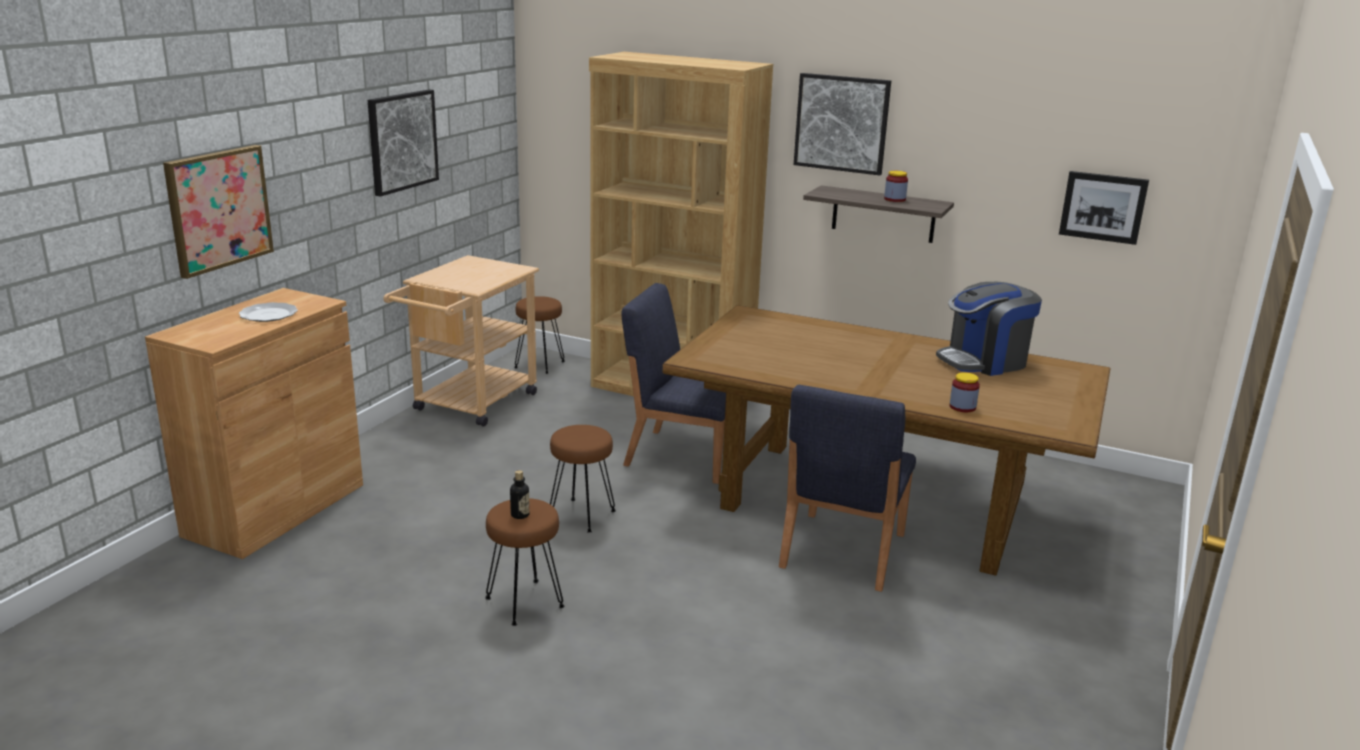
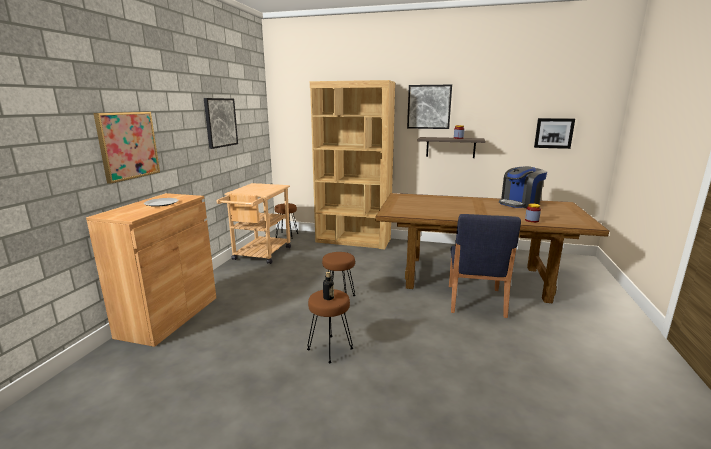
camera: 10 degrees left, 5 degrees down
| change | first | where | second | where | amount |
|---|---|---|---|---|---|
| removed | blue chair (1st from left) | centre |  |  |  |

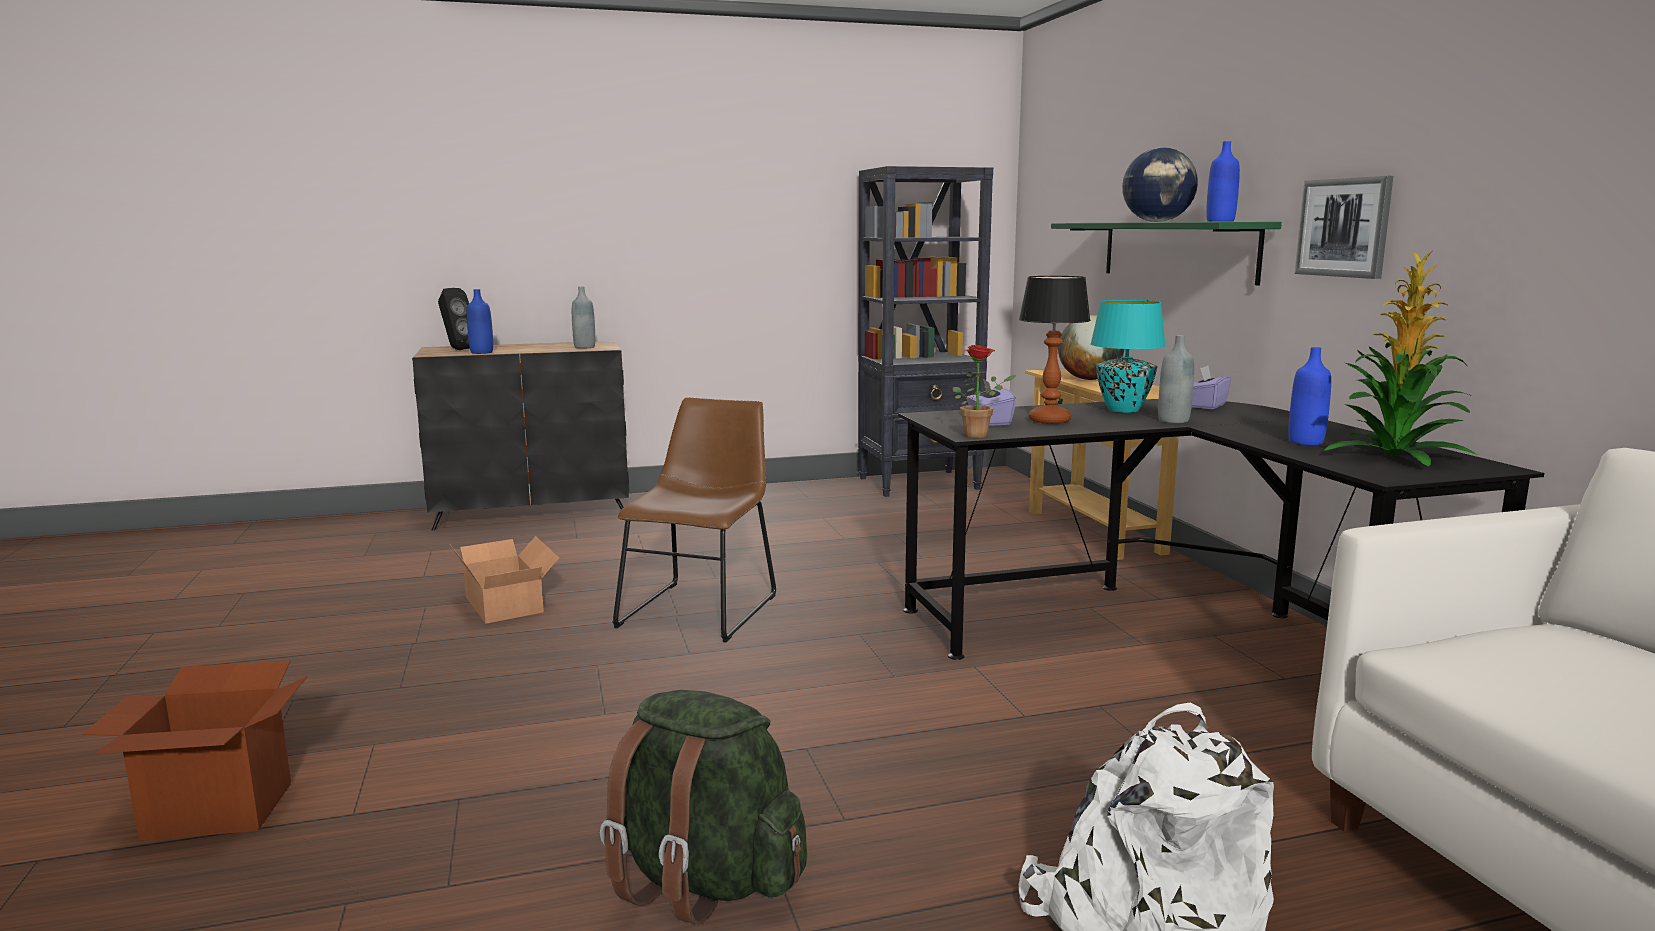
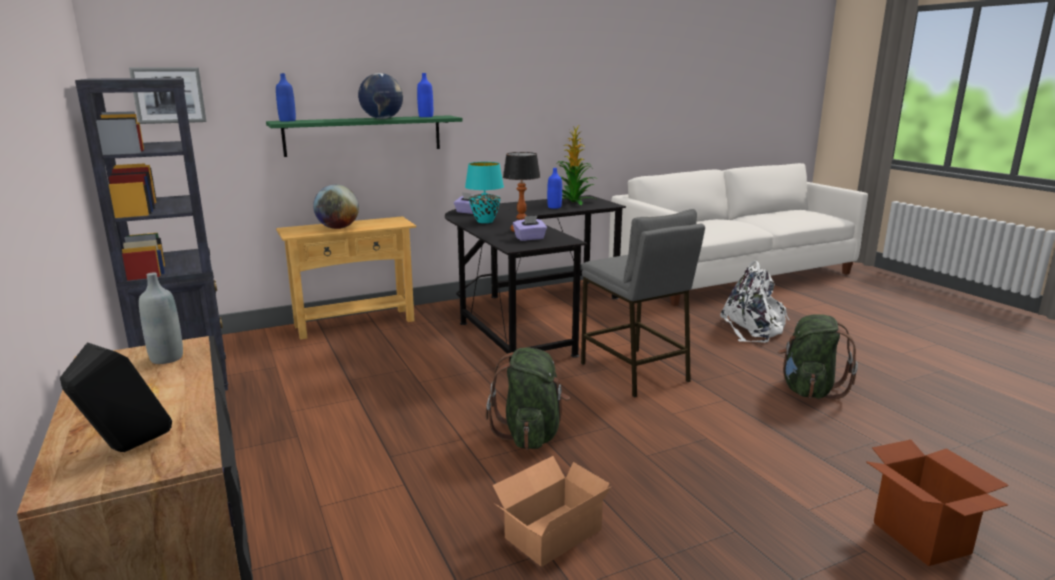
camera: 100 degrees left, 5 degrees up
| change | first | where | second | where | amount |
|---|---|---|---|---|---|
| moved | picture | top right |  | top left |  |
| moved | blue bottle (1st from left) | middle left |  | top left |  |
| removed | grey bottle (2nd from left) | middle right |  |  |  |
| removed | potted plant (1st from left) | centre |  |  |  |
| replaced | brown chair | centre | green backpack (1st from left) | bottom centre |  |
| added |  |  | grey stool | centre |  |

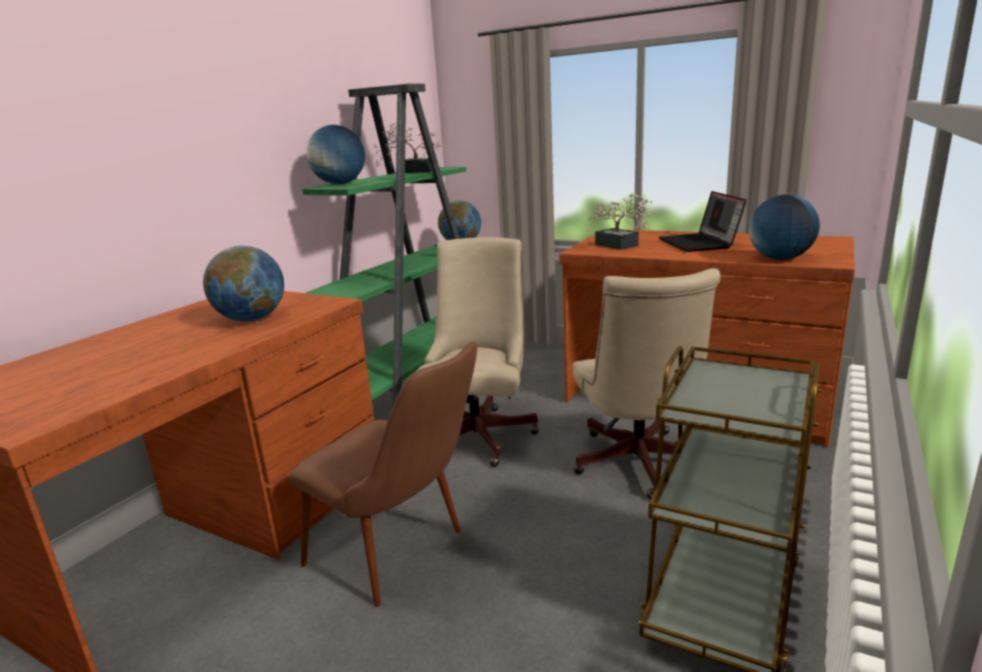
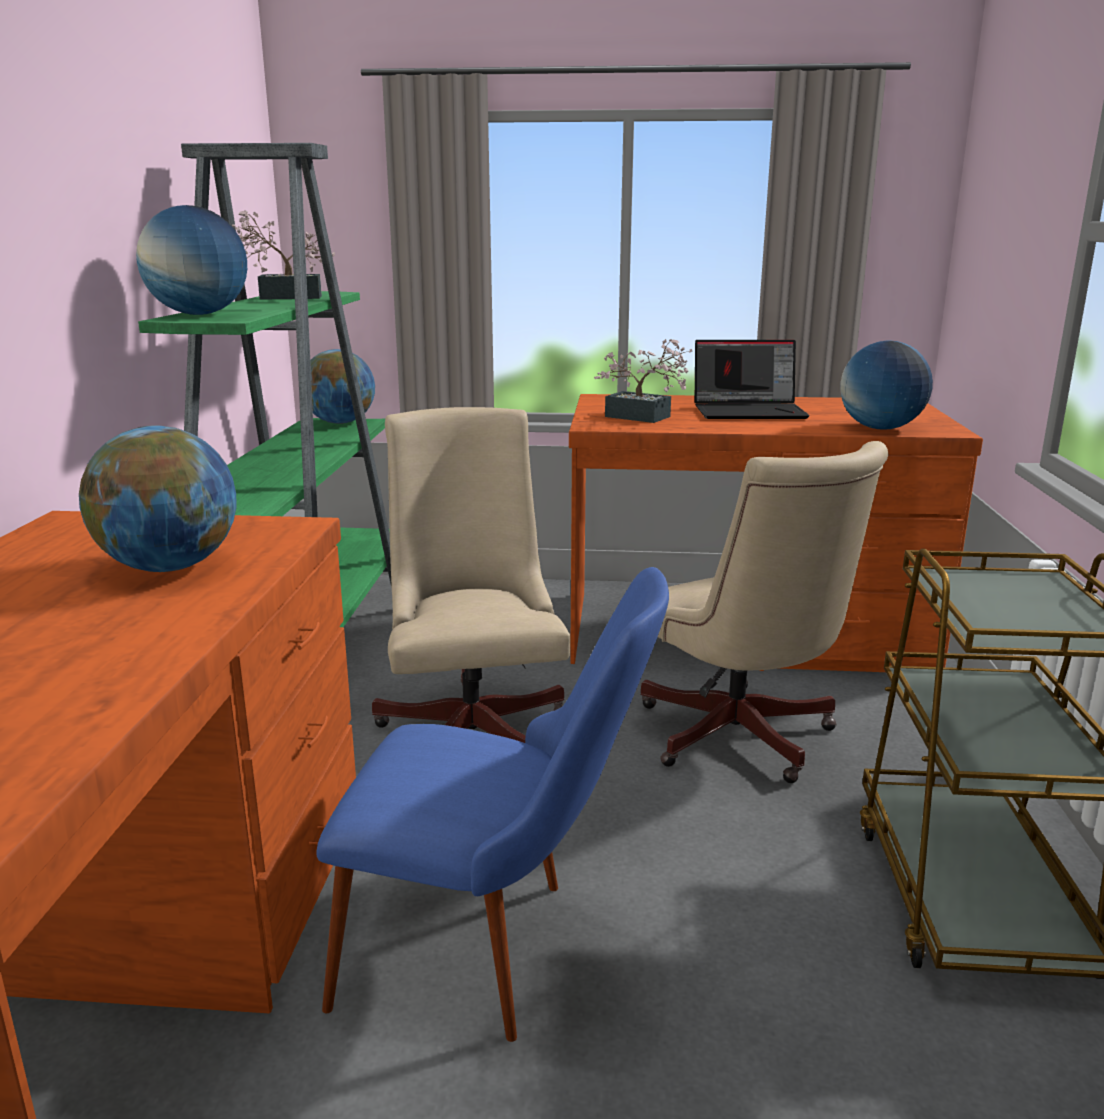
camera: 25 degrees left, 0 degrees up
| change | first | where | second | where | amount |
|---|---|---|---|---|---|
| turned | laptop | top right |  | middle right | 60 degrees counterclockwise |
| recoloured | brown chair | bottom centre | blue chair | bottom centre |  |

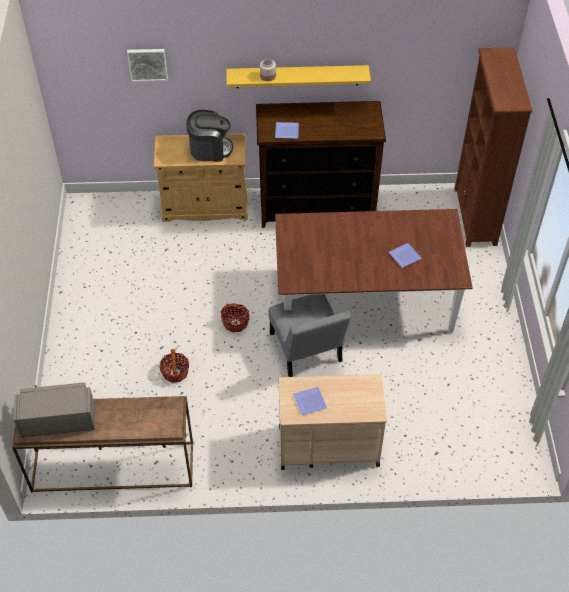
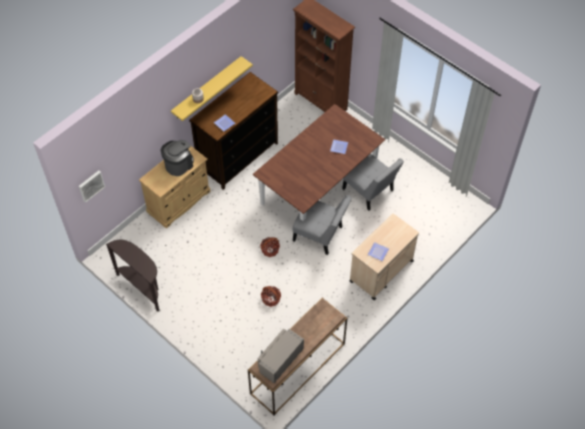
camera: 45 degrees left, 5 degrees up
| change | first | where | second | where | amount |
|---|---|---|---|---|---|
| moved | picture | top left |  | middle left |  |
| added |  |  | grey chair (2nd from left) | centre |  |
| added |  |  | brown console table (1st from left) | middle left |  |

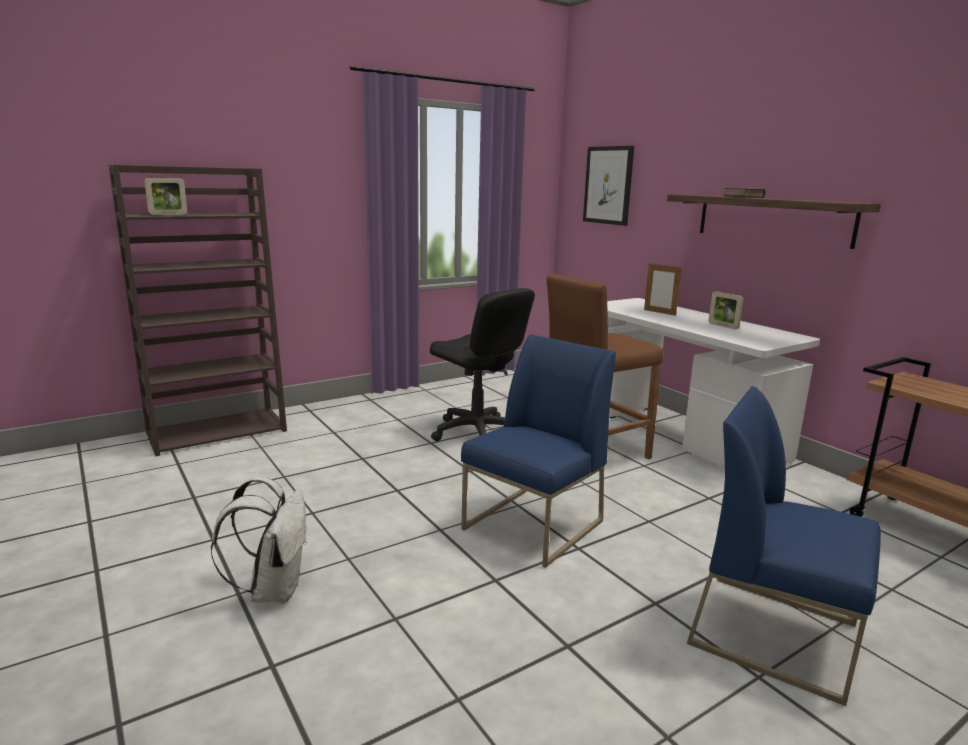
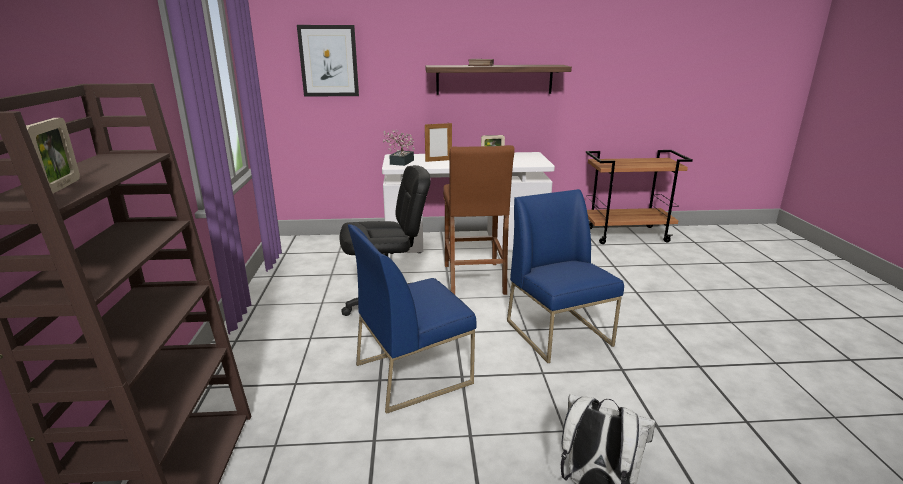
camera: 60 degrees left, 5 degrees up
| change | first | where | second | where | amount |
|---|---|---|---|---|---|
| moved | blue chair (2nd from left in the first image) | bottom right | blue chair (1st from left) | centre |  |
| added |  |  | potted plant | top centre |  |

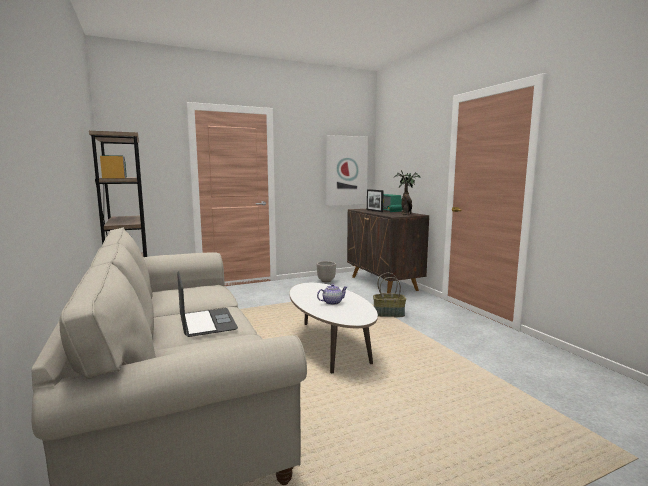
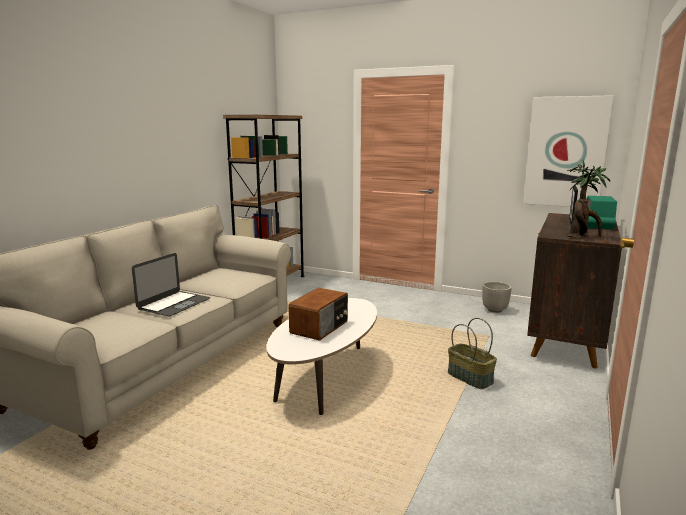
camera: 50 degrees right, 5 degrees up
| change | first | where | second | where | amount |
|---|---|---|---|---|---|
| replaced | teapot | centre | radio (1st from left) | centre |  |

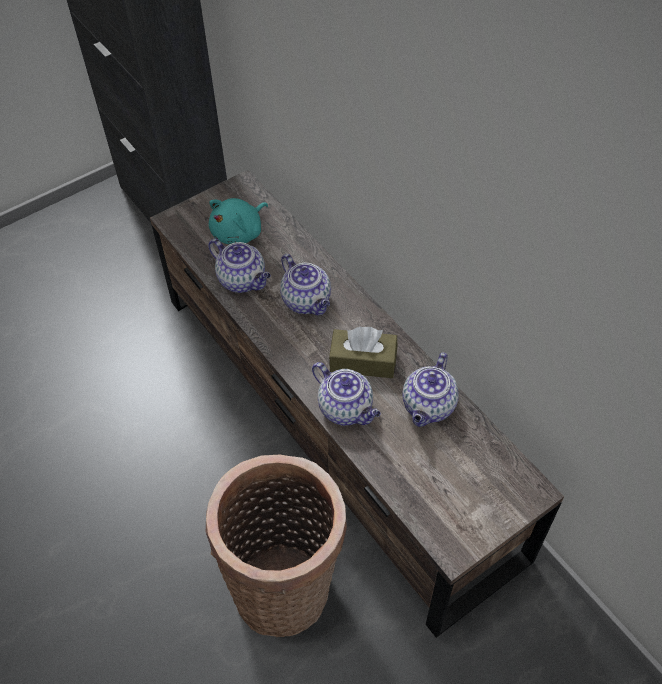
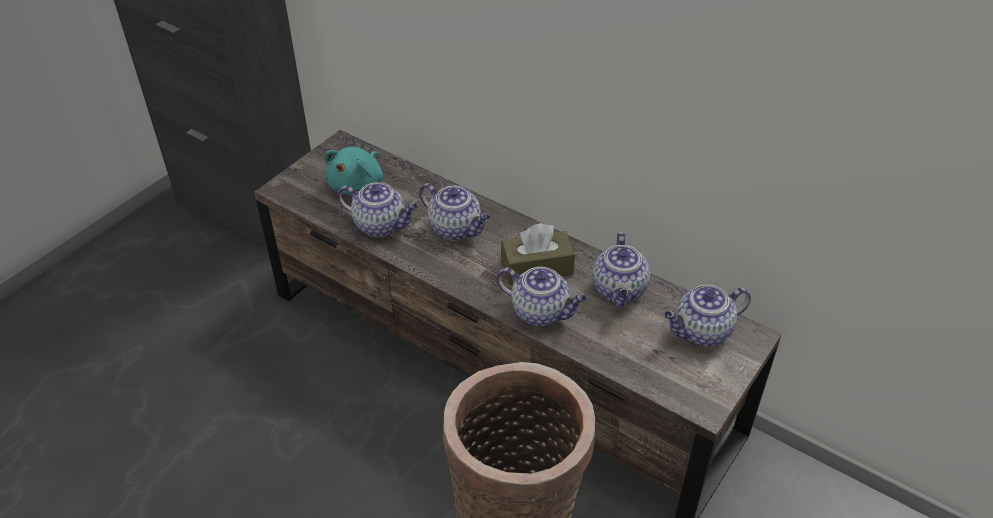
camera: 20 degrees left, 10 degrees down
| change | first | where | second | where | amount |
|---|---|---|---|---|---|
| added |  |  | teapot (5th from left) | middle right |  |

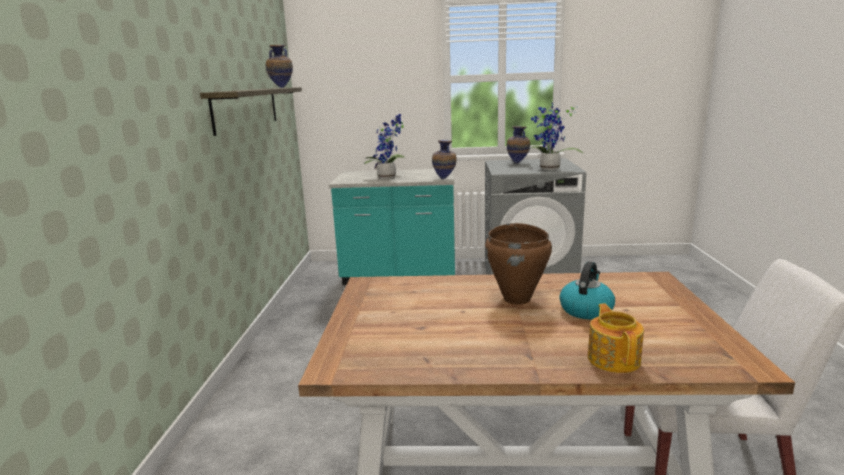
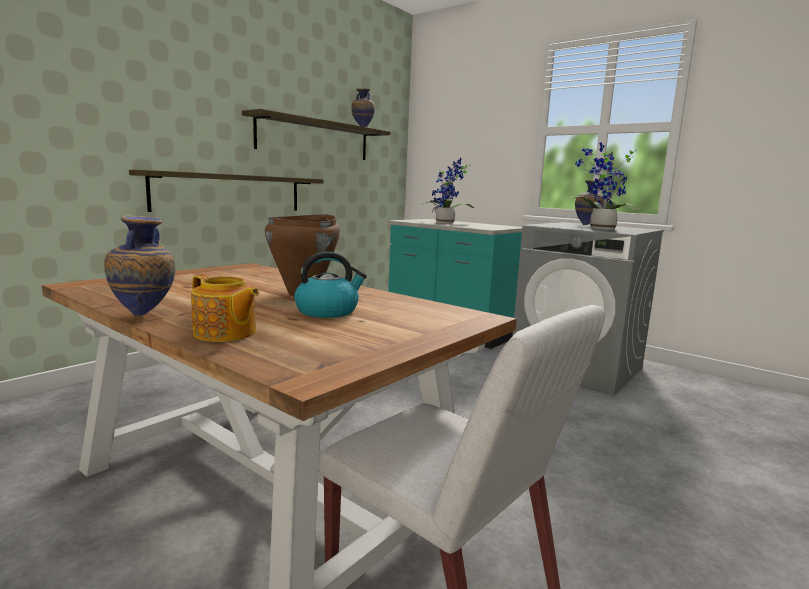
camera: 35 degrees right, 5 degrees down
| change | first | where | second | where | amount |
|---|---|---|---|---|---|
| moved | vase (2nd from left in the first image) | centre | vase (1st from left) | middle left |  |
| turned | teapot | bottom right |  | middle left | 90 degrees clockwise |
| added |  |  | shelf (1st from left) | top left |  |

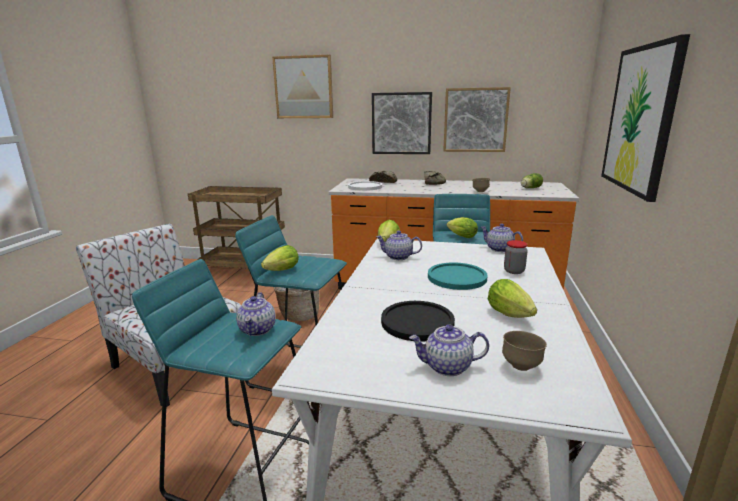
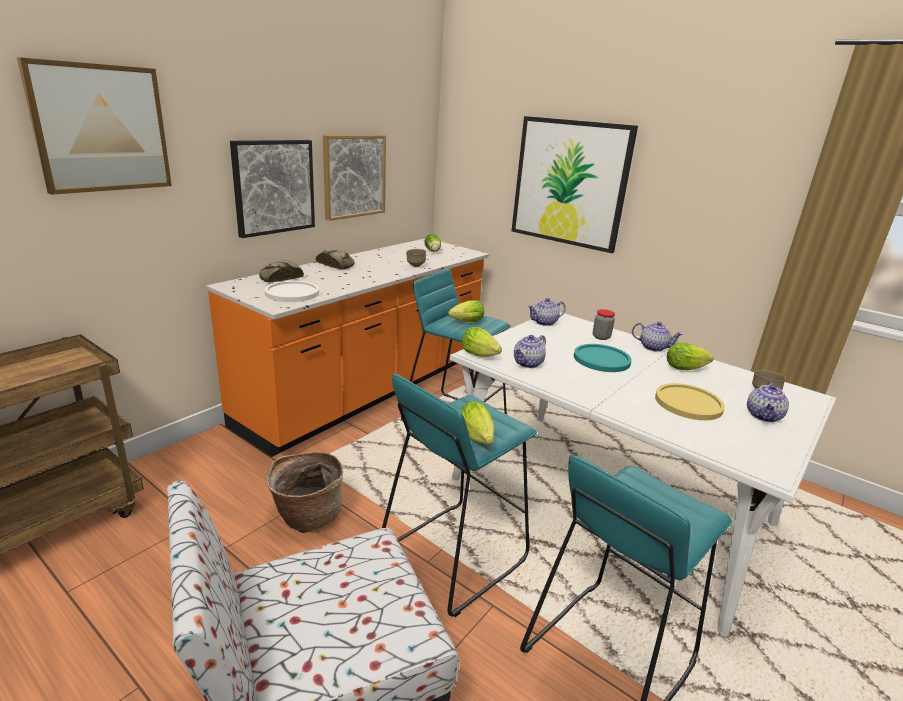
camera: 65 degrees left, 5 degrees up
| change | first | where | second | where | amount |
|---|---|---|---|---|---|
| moved | teapot (1st from left in the first image) | centre | teapot (3rd from left) | middle right |  |
| recoloured | black plate | centre | yellow plate | middle right |  |

